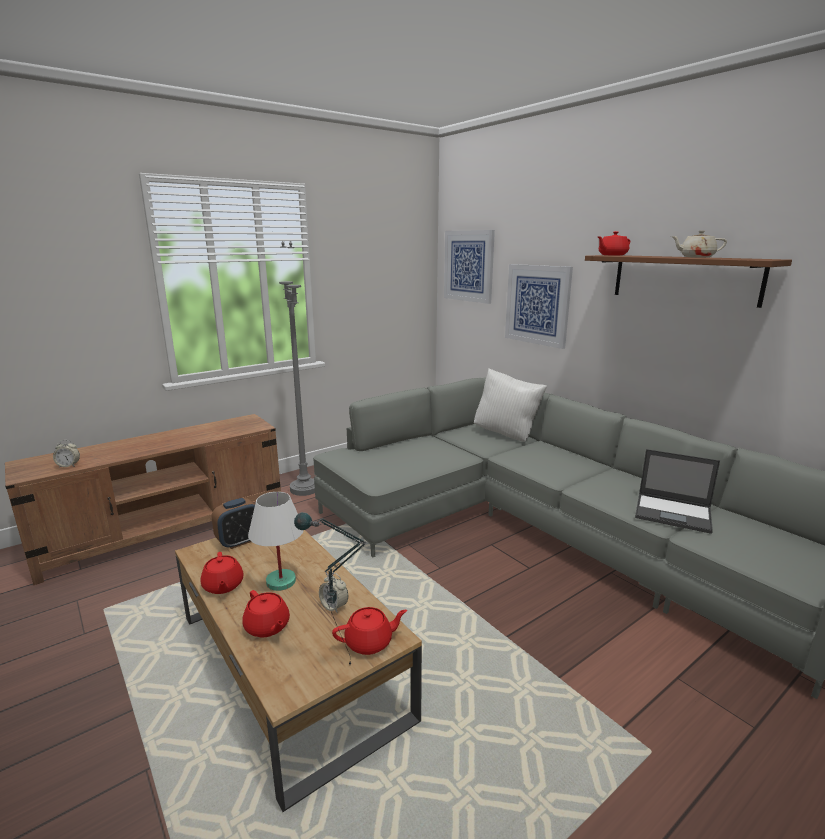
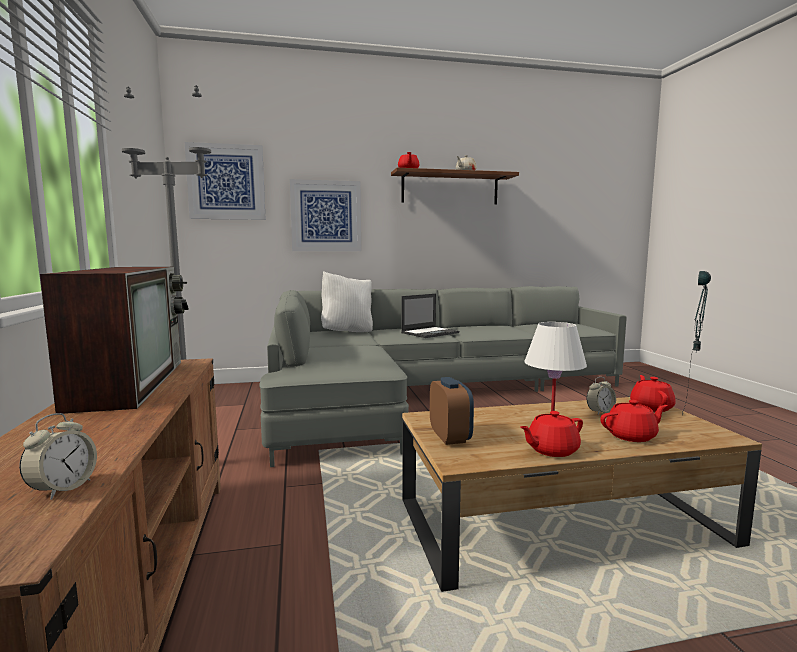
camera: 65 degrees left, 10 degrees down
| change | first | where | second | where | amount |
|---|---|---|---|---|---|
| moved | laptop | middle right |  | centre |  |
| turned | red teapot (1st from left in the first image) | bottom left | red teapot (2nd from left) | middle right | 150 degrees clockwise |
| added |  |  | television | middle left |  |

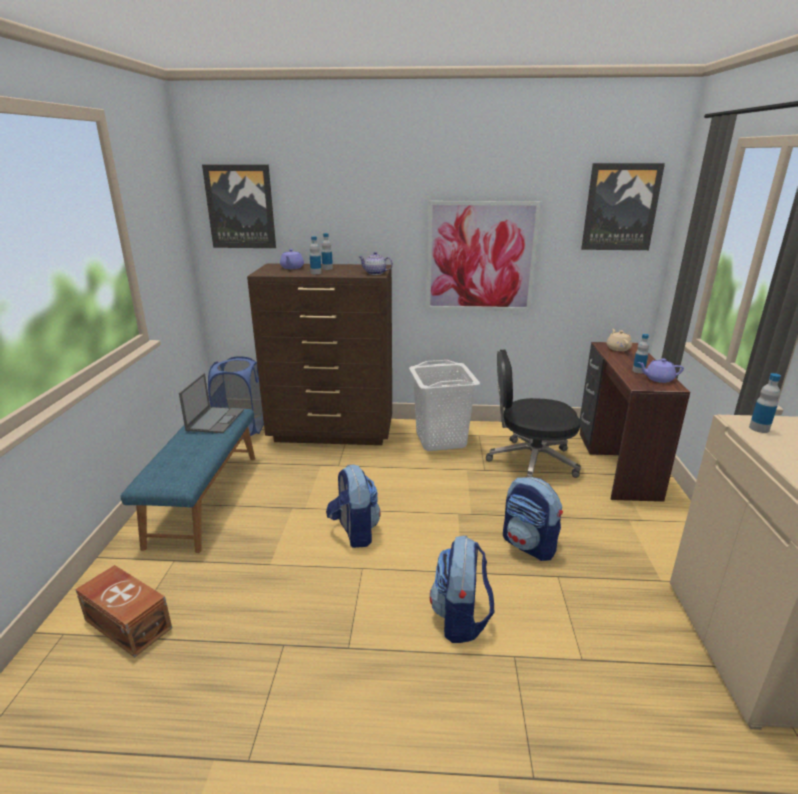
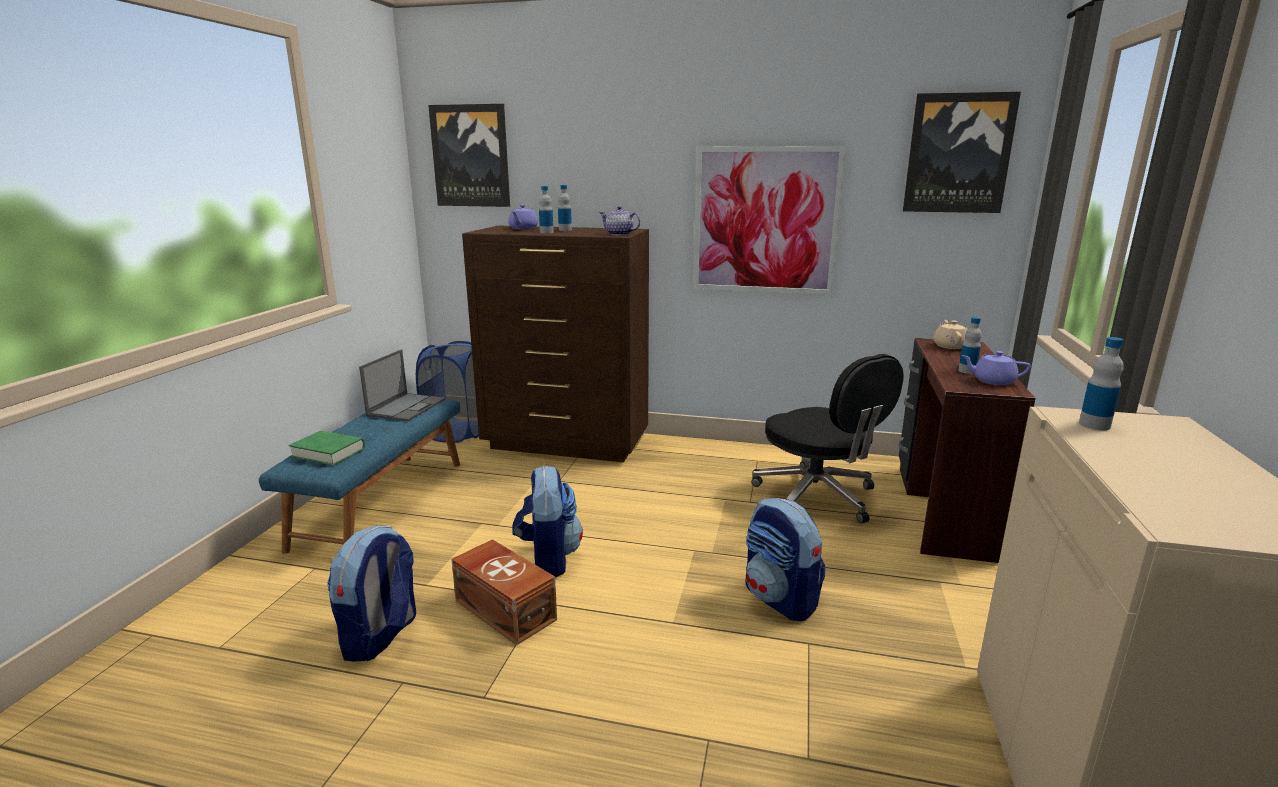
camera: 10 degrees right, 5 degrees down
| change | first | where | second | where | amount |
|---|---|---|---|---|---|
| turned | black office chair | middle right |  | centre | 135 degrees counterclockwise |
| removed | white laundry basket | centre |  |  |  |
| moved | backpack (2nd from left in the first image) | bottom centre | backpack (1st from left) | bottom left |  |
| moved | brown storage box | bottom left |  | bottom centre |  |
| added |  |  | green book | middle left |  |

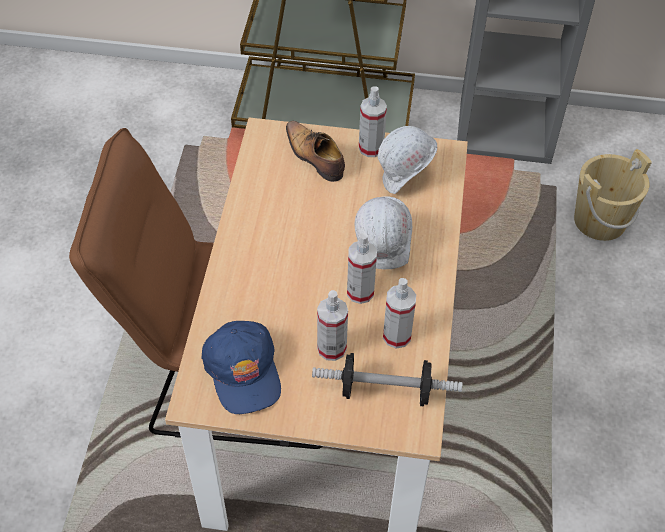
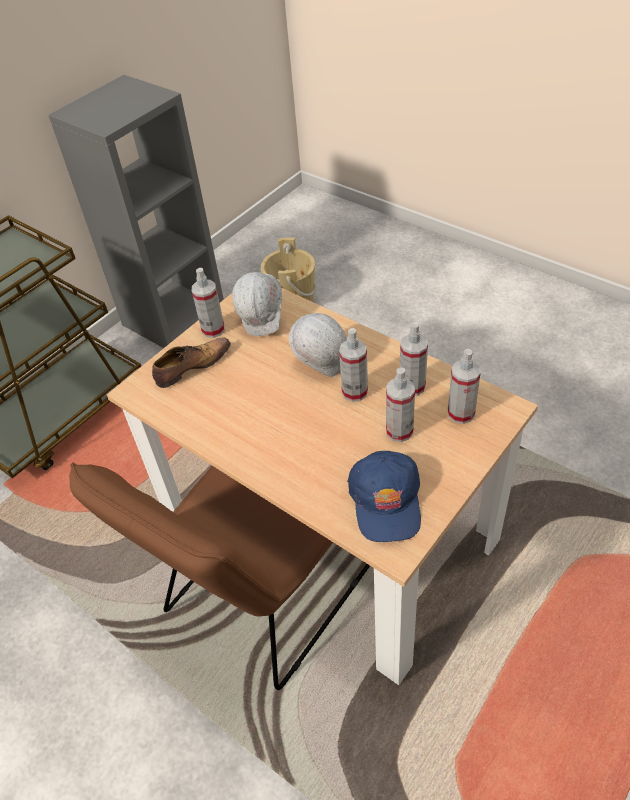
camera: 55 degrees left, 5 degrees down
| change | first | where | second | where | amount |
|---|---|---|---|---|---|
| turned | shoe | top centre |  | middle left | 150 degrees clockwise |
| turned | blue cap | bottom centre |  | centre | 75 degrees clockwise |
| replaced | dumbbell | bottom centre | spray bottle (5th from left) | middle right |  |

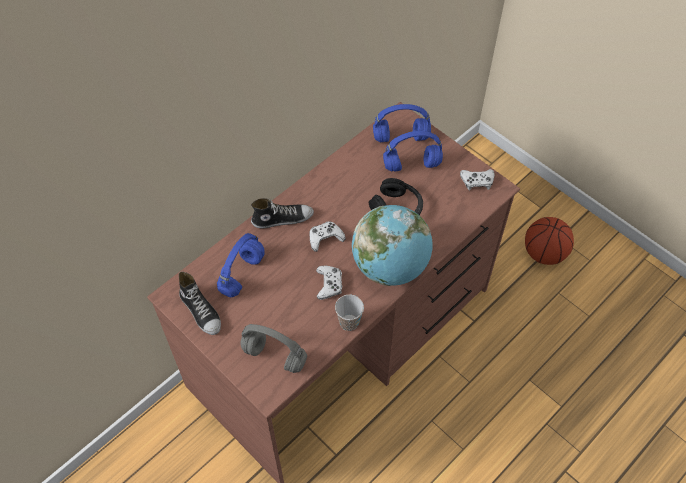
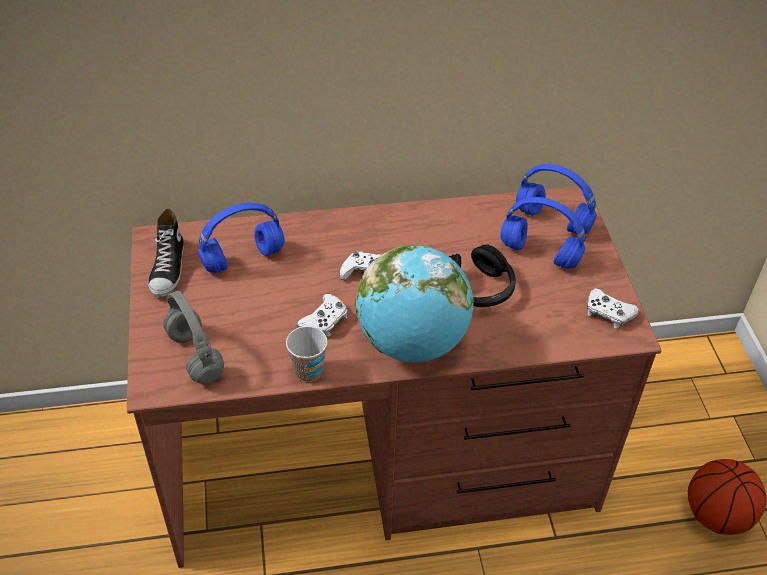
camera: 35 degrees right, 10 degrees down
| change | first | where | second | where | amount |
|---|---|---|---|---|---|
| removed | shoe (2nd from left) | centre |  |  |  |

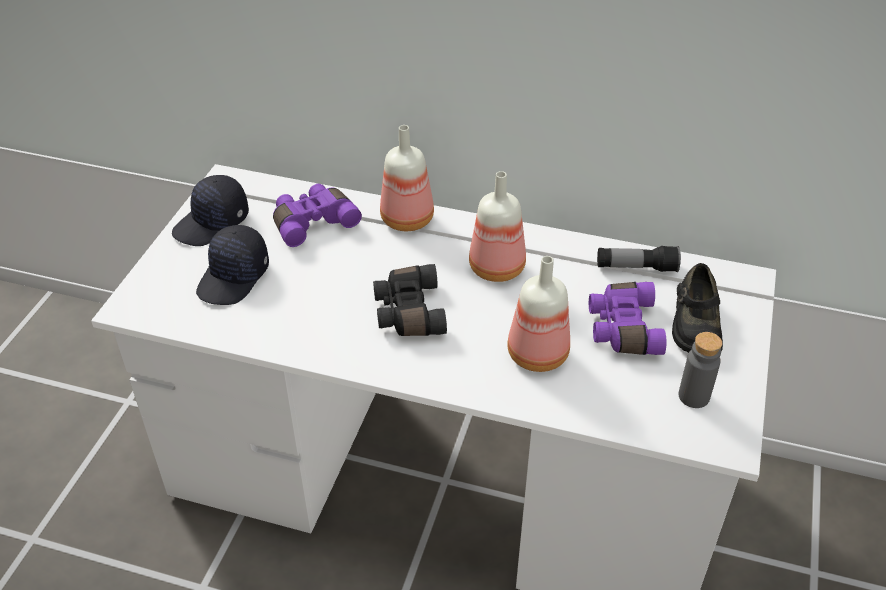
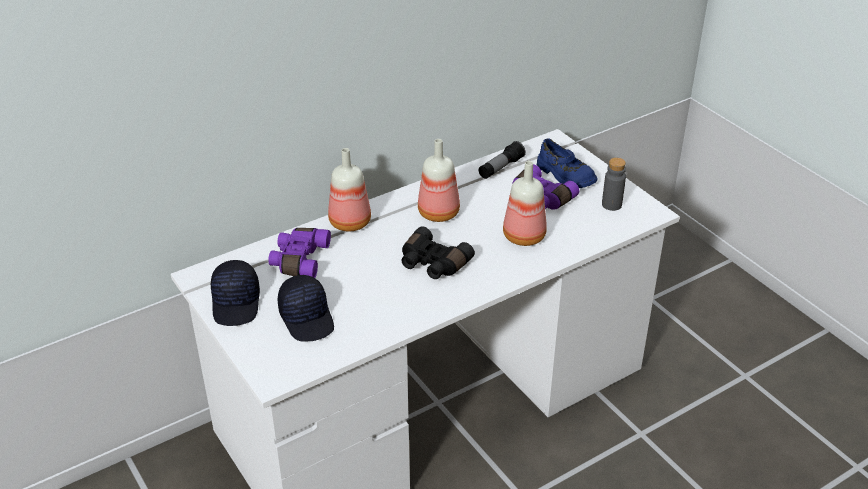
camera: 50 degrees left, 5 degrees down
| change | first | where | second | where | amount |
|---|---|---|---|---|---|
| recoloured | black shoe | middle right | blue shoe | centre |  |

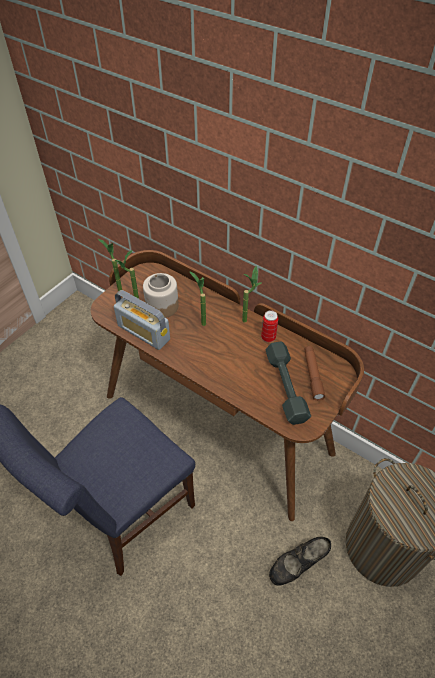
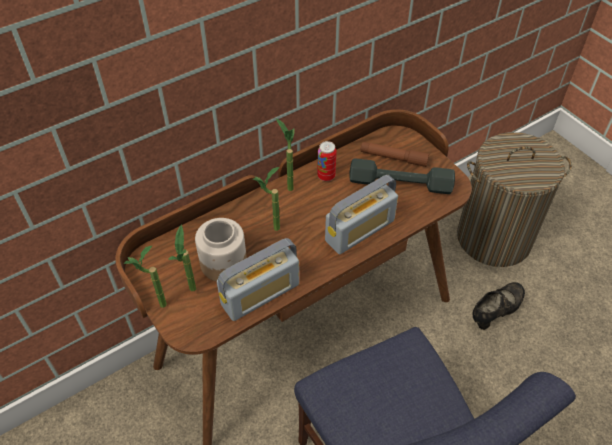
camera: 70 degrees left, 0 degrees up
| change | first | where | second | where | amount |
|---|---|---|---|---|---|
| turned | black shoe | bottom right |  | bottom right | 120 degrees counterclockwise |
| added |  |  | radio (2nd from left) | centre |  |

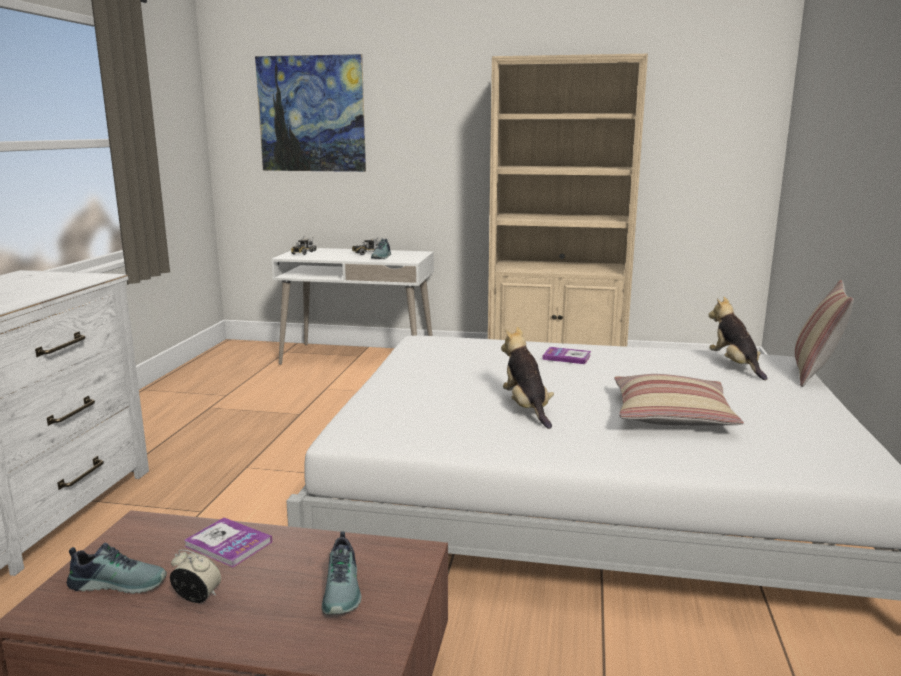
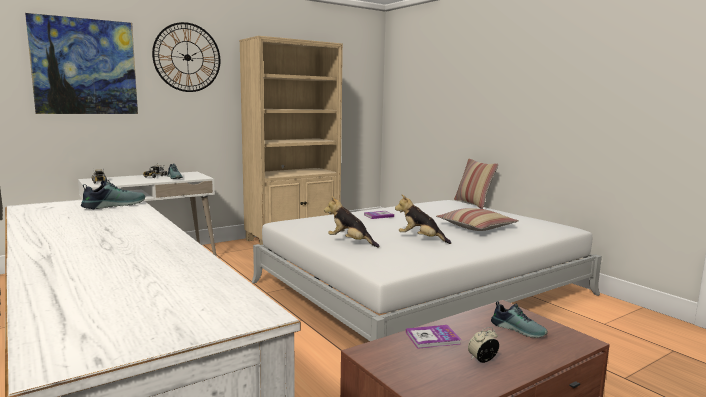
camera: 45 degrees left, 5 degrees down
| change | first | where | second | where | amount |
|---|---|---|---|---|---|
| moved | plush toy (2nd from left in the first image) | middle right | plush toy (1st from left) | centre |  |
| moved | shoe (1st from left) | bottom left |  | middle left |  |
| added |  |  | wall clock | top left |  |

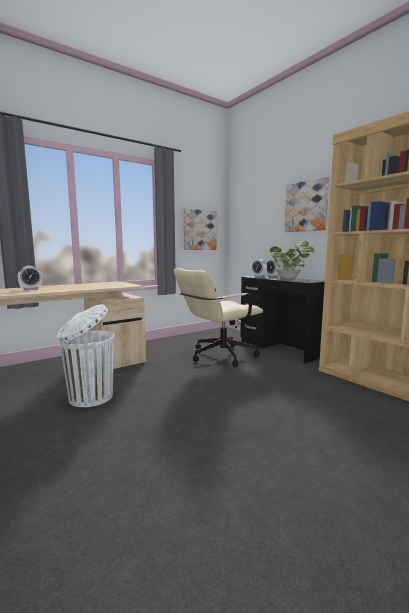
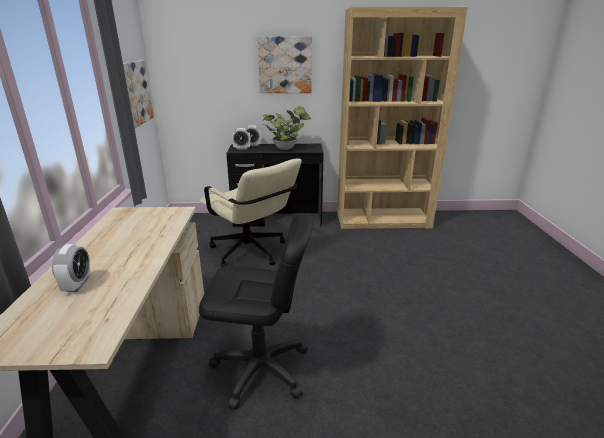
camera: 55 degrees left, 15 degrees up
| change | first | where | second | where | amount |
|---|---|---|---|---|---|
| turned | beige office chair | centre |  | centre | 45 degrees counterclockwise |
| replaced | white trash can | middle left | black office chair | bottom centre |  |

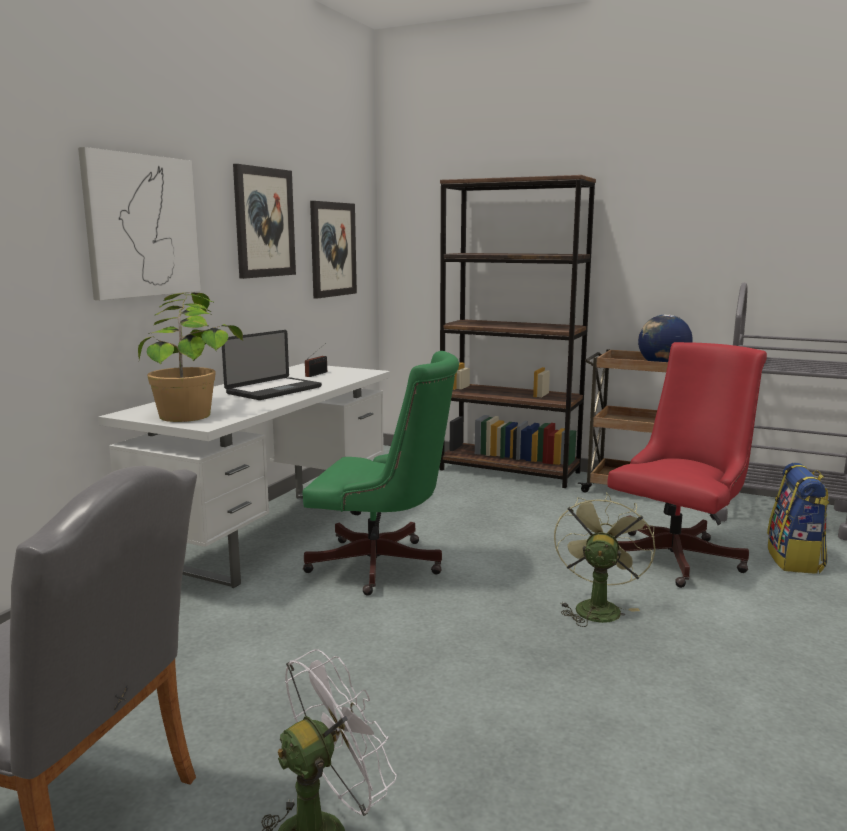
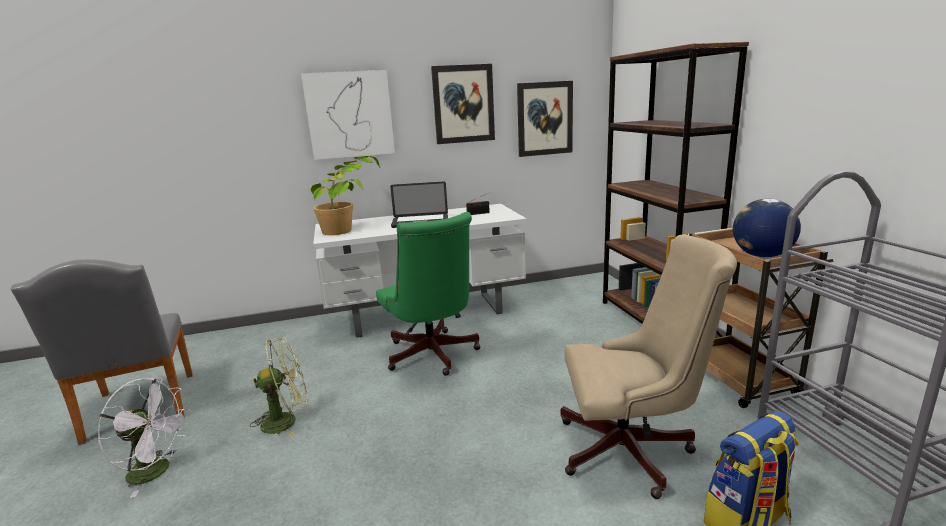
camera: 50 degrees right, 5 degrees up
| change | first | where | second | where | amount |
|---|---|---|---|---|---|
| recoloured | red office chair | middle right | beige office chair | bottom right |  |
| moved | green fan | bottom right |  | bottom left |  |

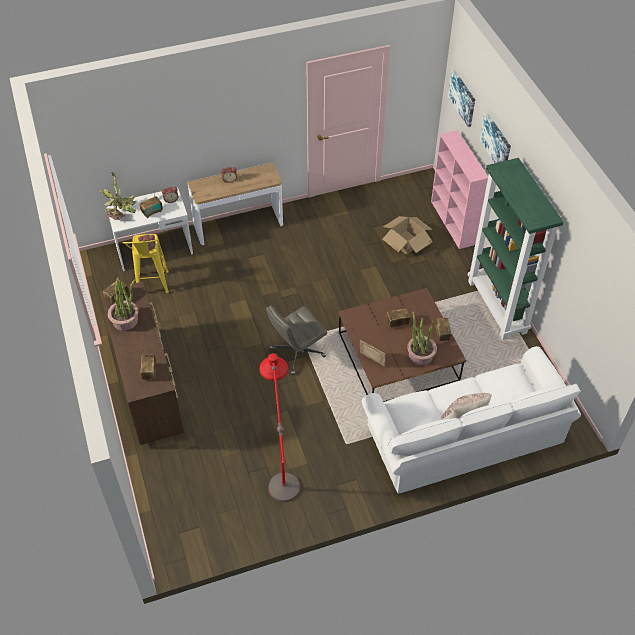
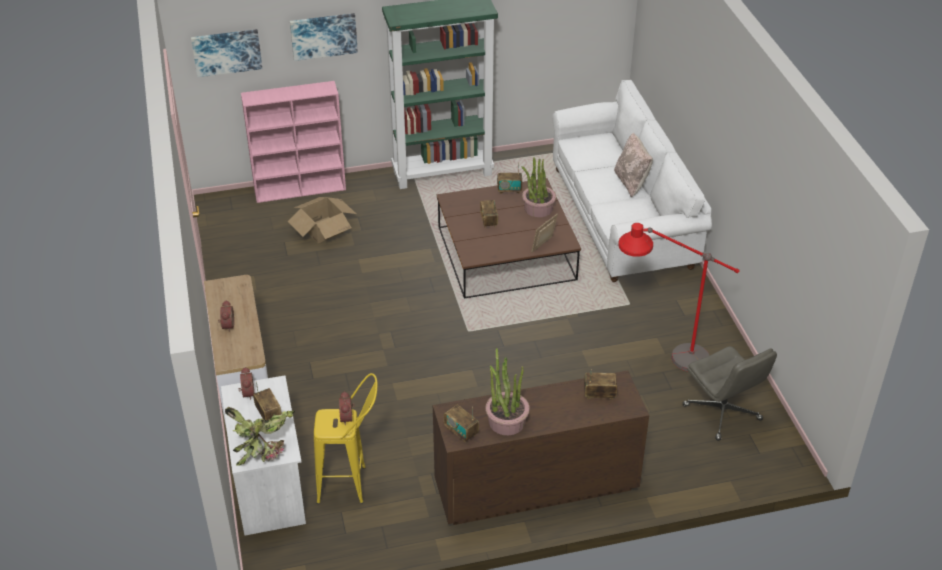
camera: 85 degrees left, 10 degrees down
| change | first | where | second | where | amount |
|---|---|---|---|---|---|
| moved | grey office chair | centre |  | bottom right |  |

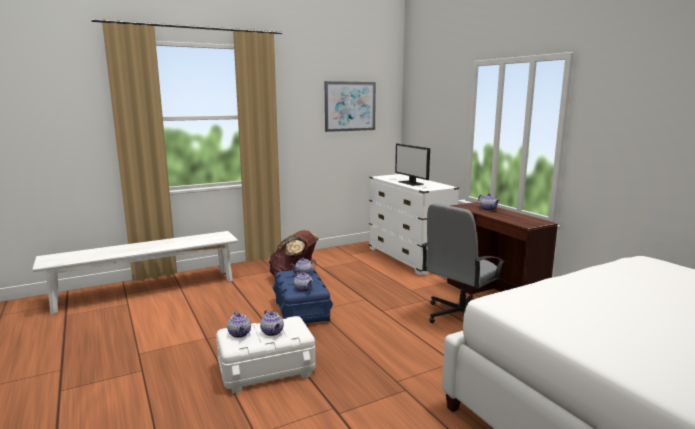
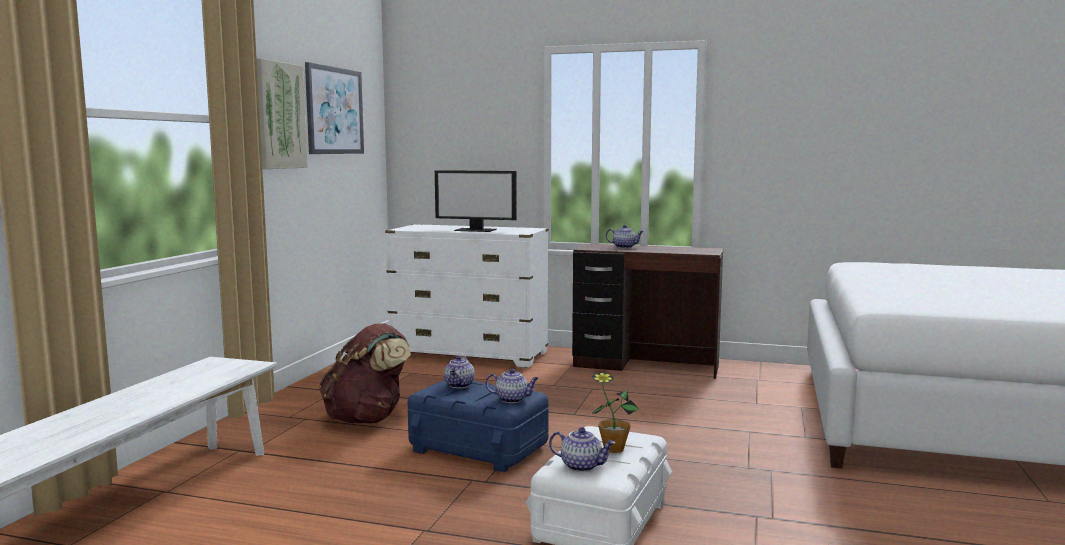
camera: 45 degrees left, 5 degrees down
| change | first | where | second | where | amount |
|---|---|---|---|---|---|
| removed | grey office chair | middle right |  |  |  |
| replaced | teapot (2nd from left) | bottom centre | potted plant | bottom centre |  |
| added |  |  | picture (1st from left) | top left |  |

